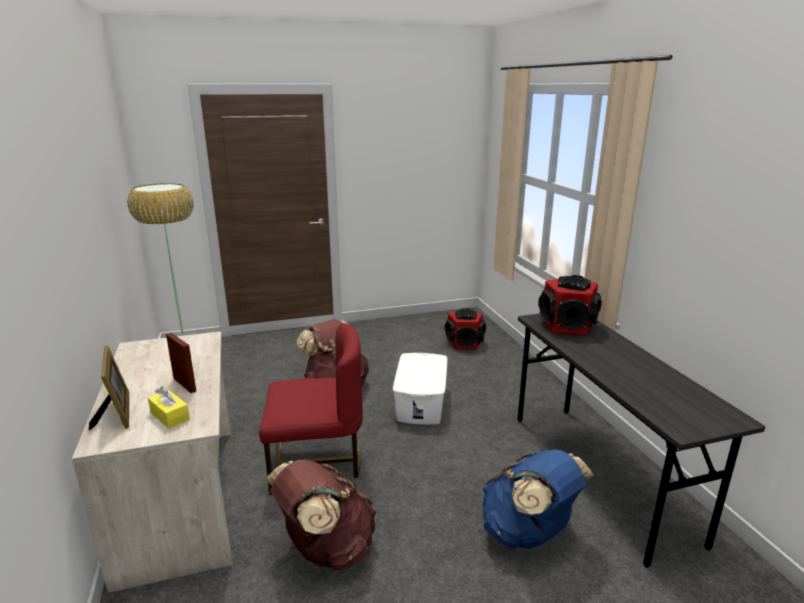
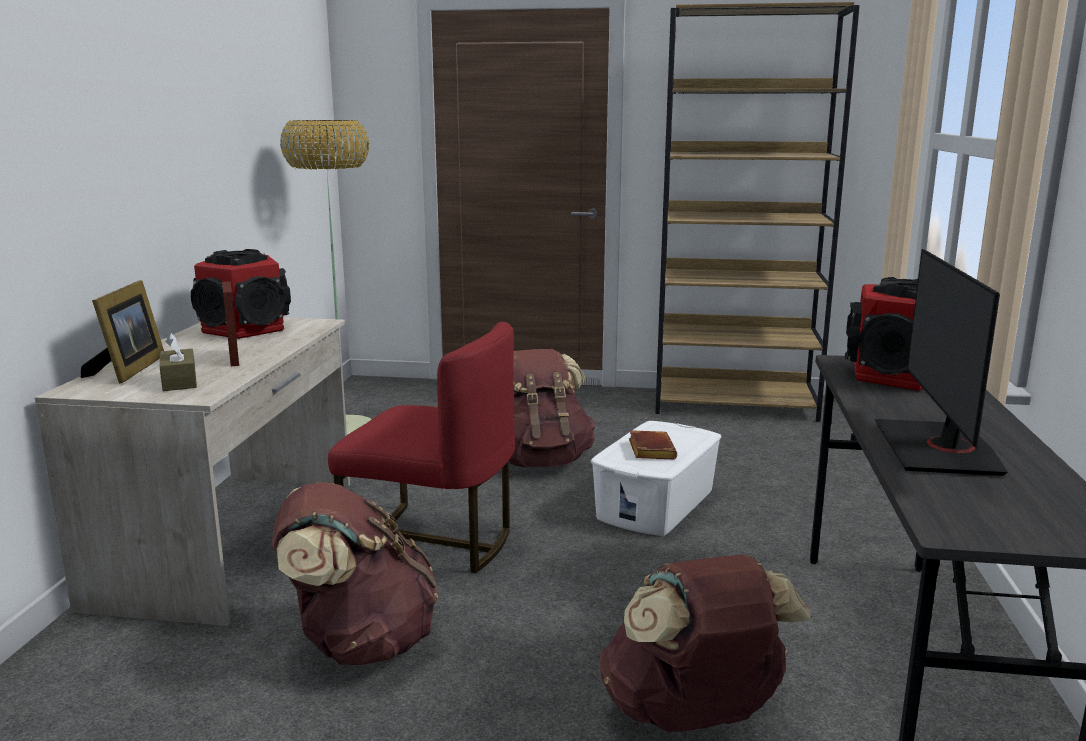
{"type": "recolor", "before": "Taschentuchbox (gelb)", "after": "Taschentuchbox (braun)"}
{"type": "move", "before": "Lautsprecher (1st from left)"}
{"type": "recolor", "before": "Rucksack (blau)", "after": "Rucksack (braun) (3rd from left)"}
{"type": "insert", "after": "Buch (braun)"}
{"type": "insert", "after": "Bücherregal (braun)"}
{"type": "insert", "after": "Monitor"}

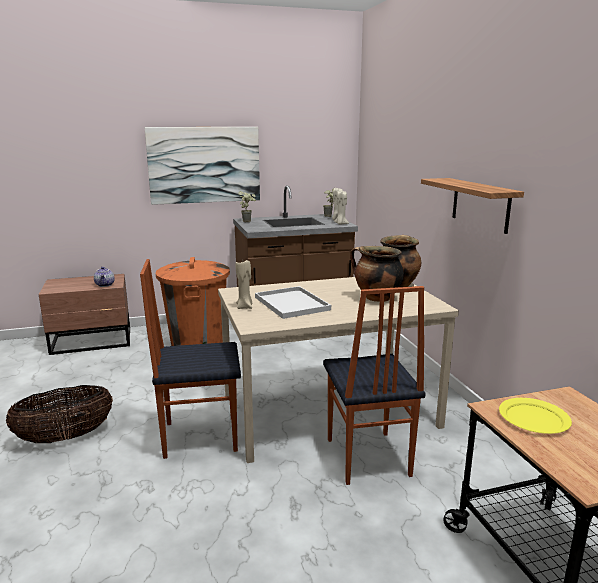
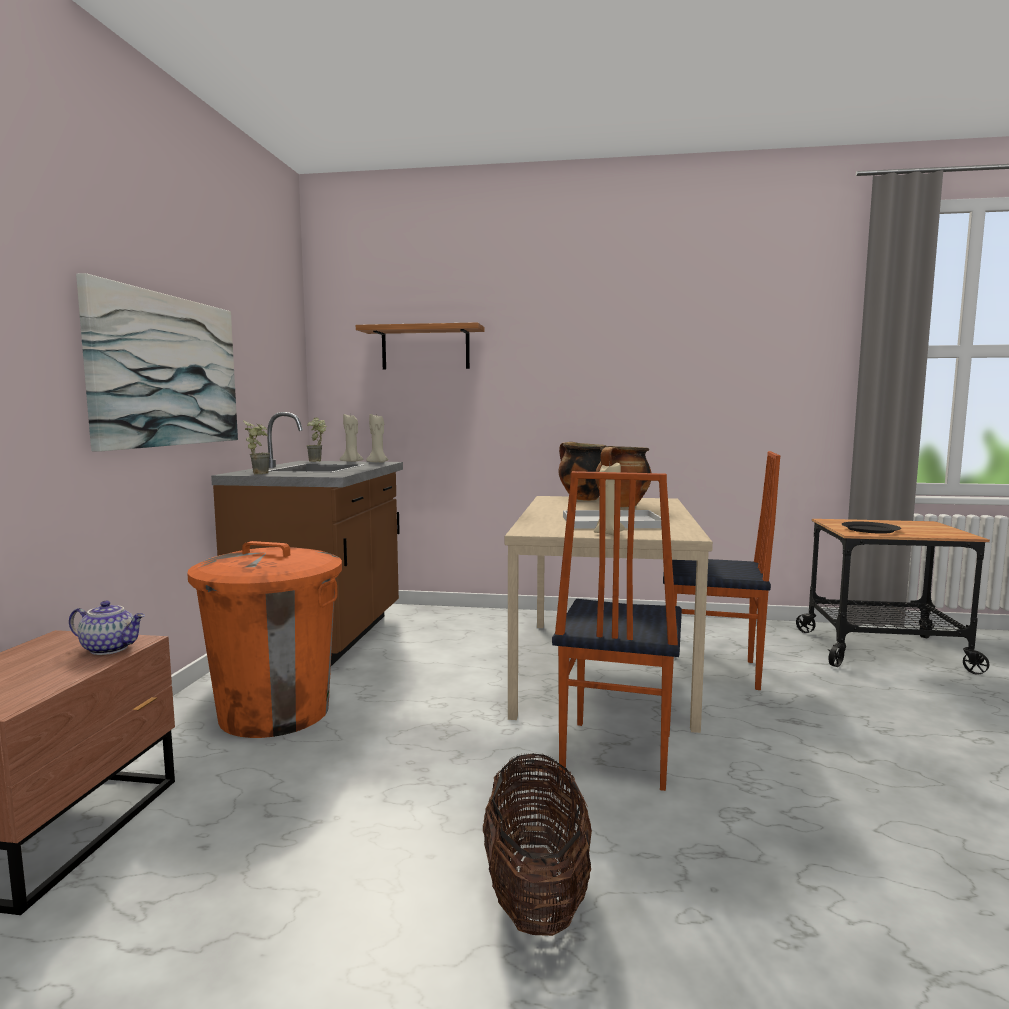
{"type": "move", "before": "Wandregal"}
{"type": "recolor", "before": "Teller (gelb)", "after": "Teller (schwarz)"}

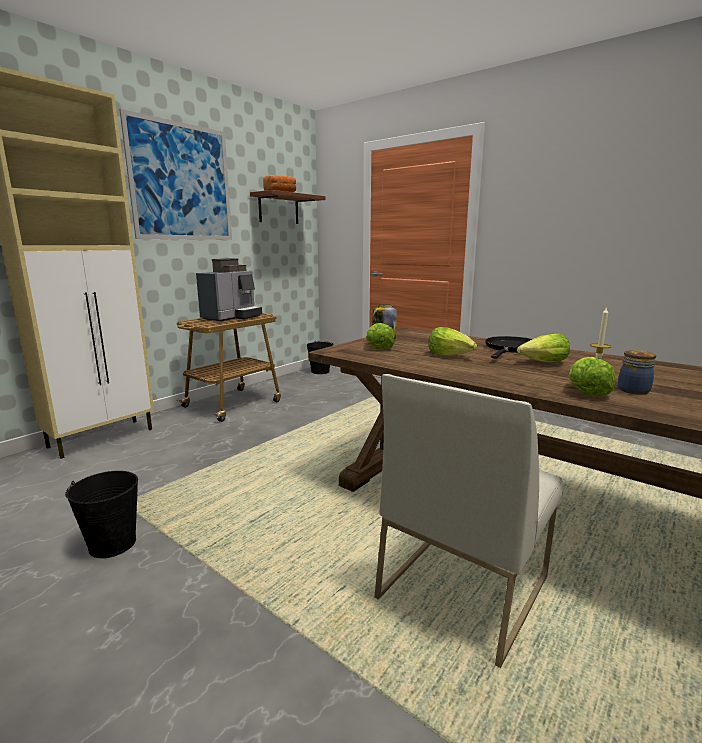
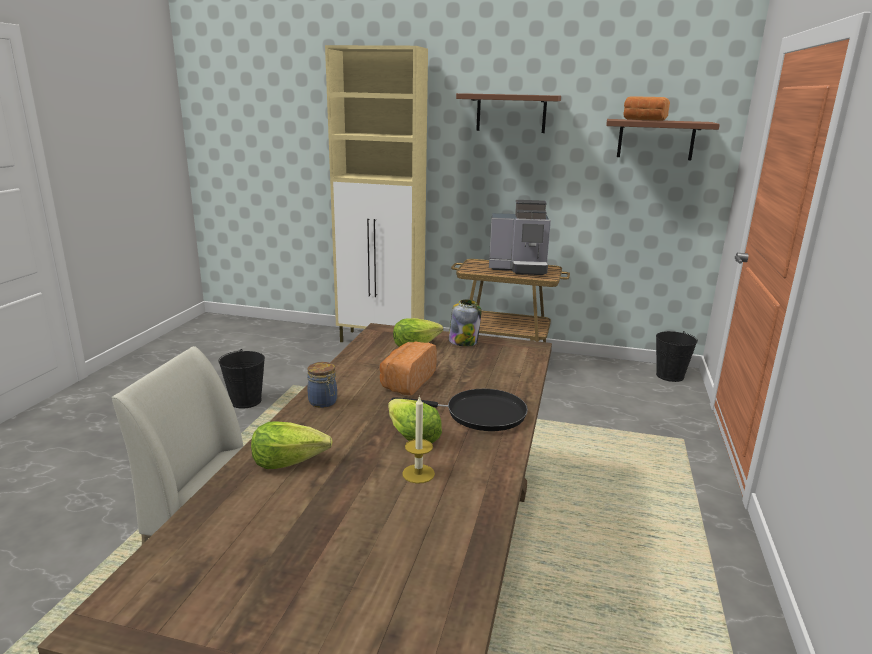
{"type": "replace", "before": "Bild", "after": "Wandregal (braun) (1st from left)"}
{"type": "replace", "before": "Salatkopf (2nd from left)", "after": "Brot (1st from left)"}
{"type": "move", "before": "Vorratsglas (2nd from left in the first image)", "after": "Vorratsglas (1st from left)"}

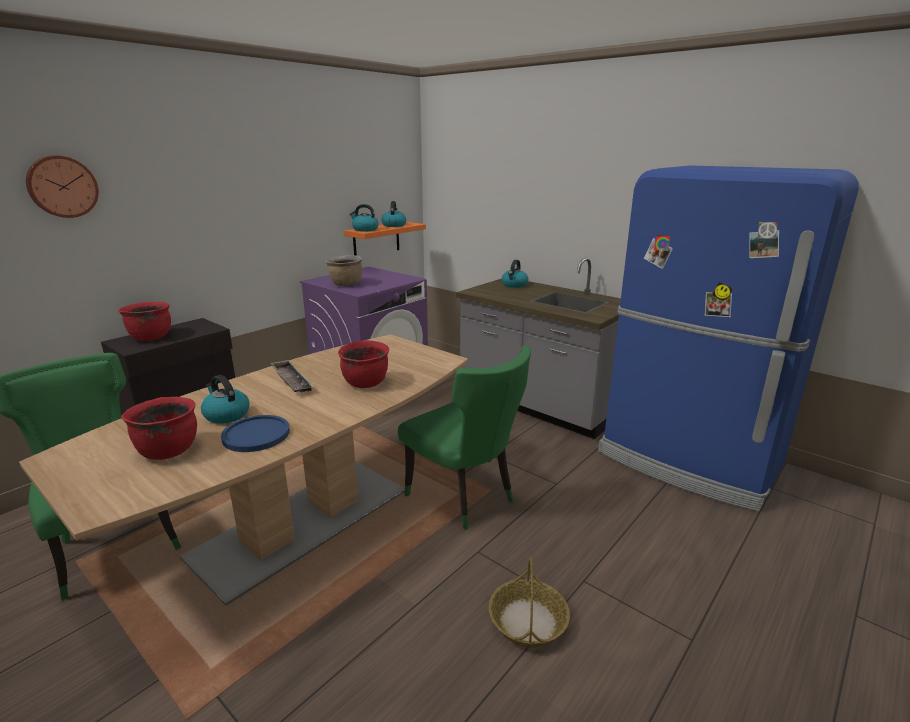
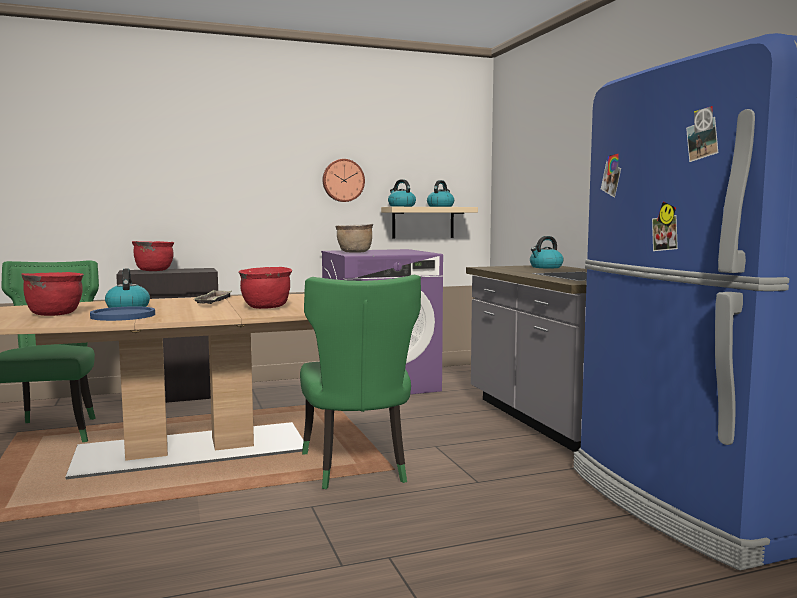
{"type": "move", "before": "Wanduhr"}
{"type": "recolor", "before": "Wandregal (orange)", "after": "Wandregal (beige)"}
{"type": "delete", "before": "Korb"}

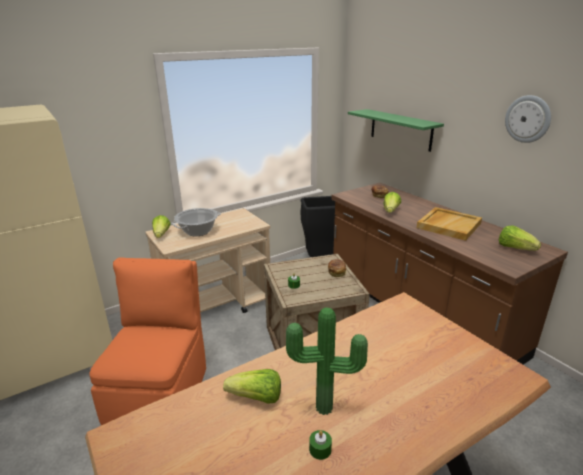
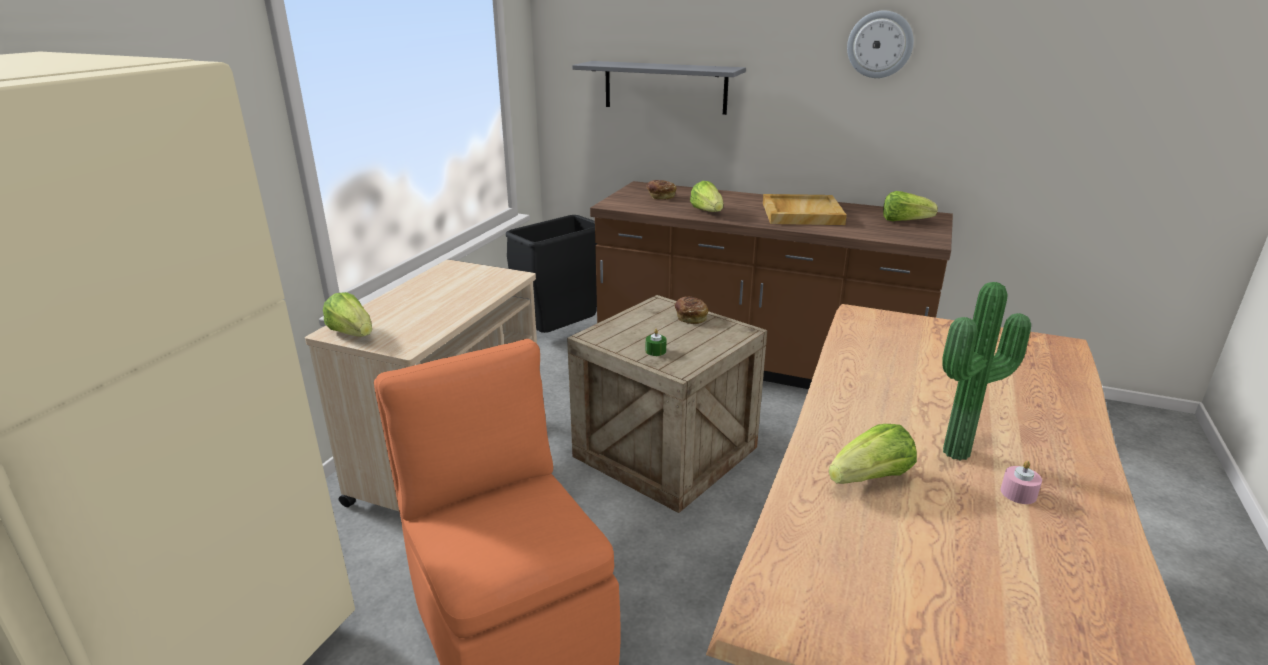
{"type": "delete", "before": "Kochtopf"}
{"type": "recolor", "before": "Kerze (grün) (2nd from left)", "after": "Kerze (rosa)"}
{"type": "recolor", "before": "Wandregal (grün)", "after": "Wandregal (grau)"}

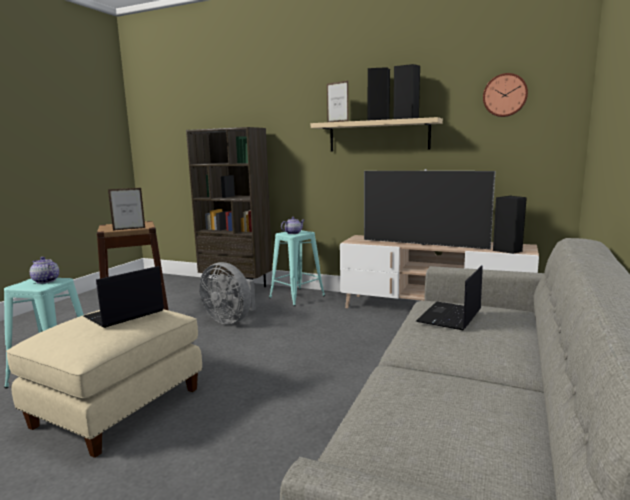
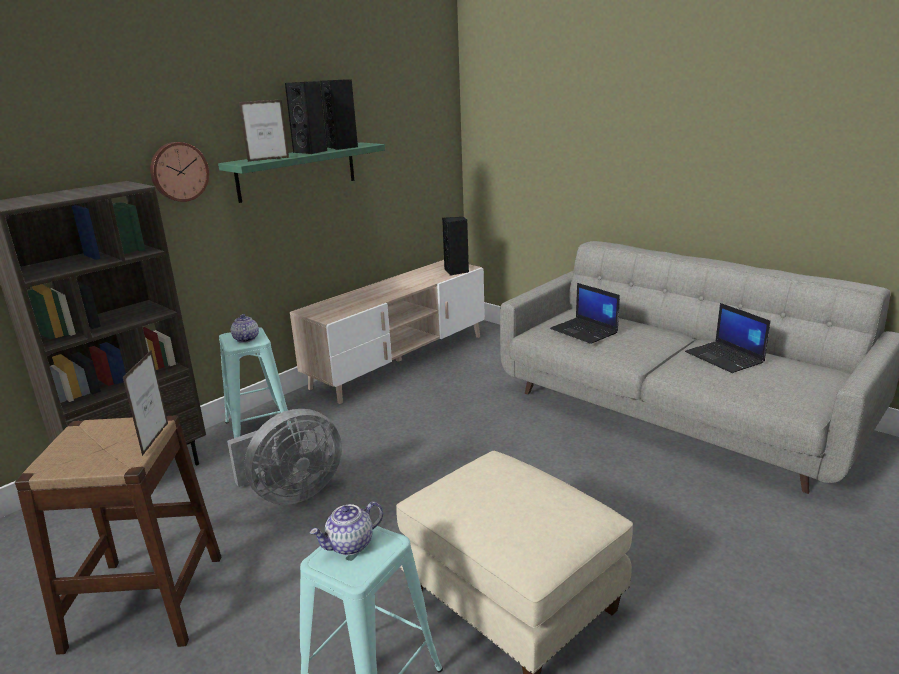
{"type": "move", "before": "Laptop (1st from left in the first image)", "after": "Laptop (2nd from left)"}
{"type": "recolor", "before": "Wandregal (beige)", "after": "Wandregal (grün)"}
{"type": "delete", "before": "Fernseher"}
{"type": "move", "before": "Wanduhr"}

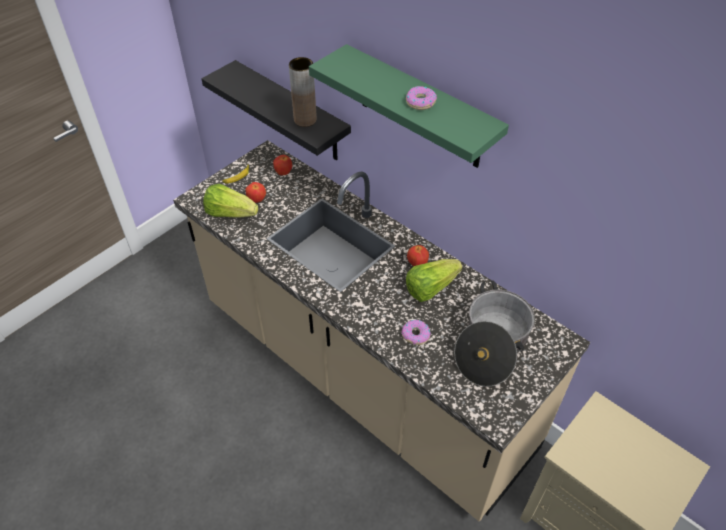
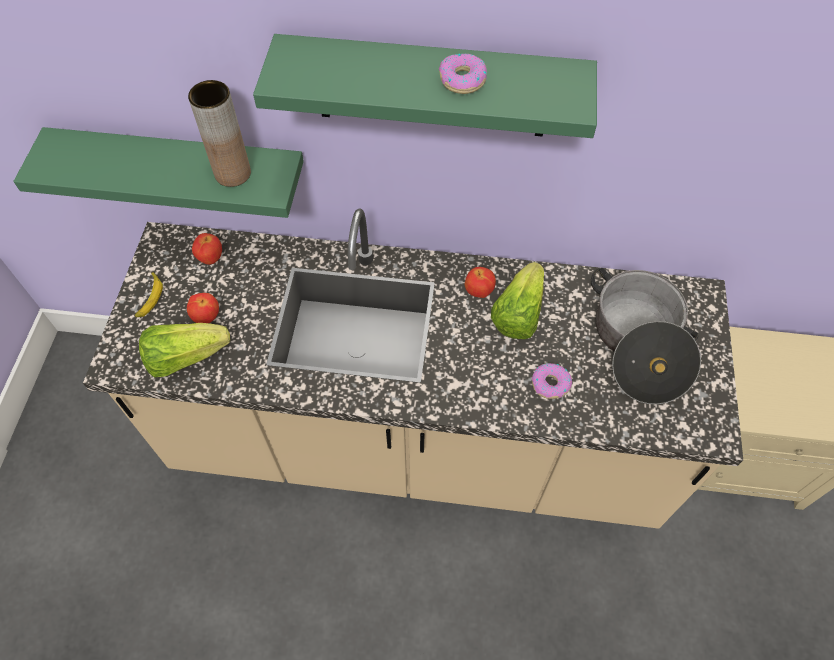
{"type": "recolor", "before": "Wandregal (schwarz)", "after": "Wandregal (grün) (1st from left)"}

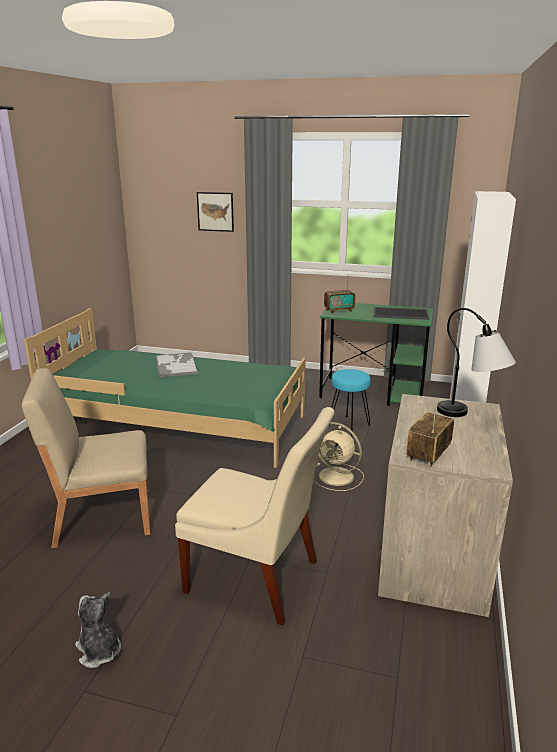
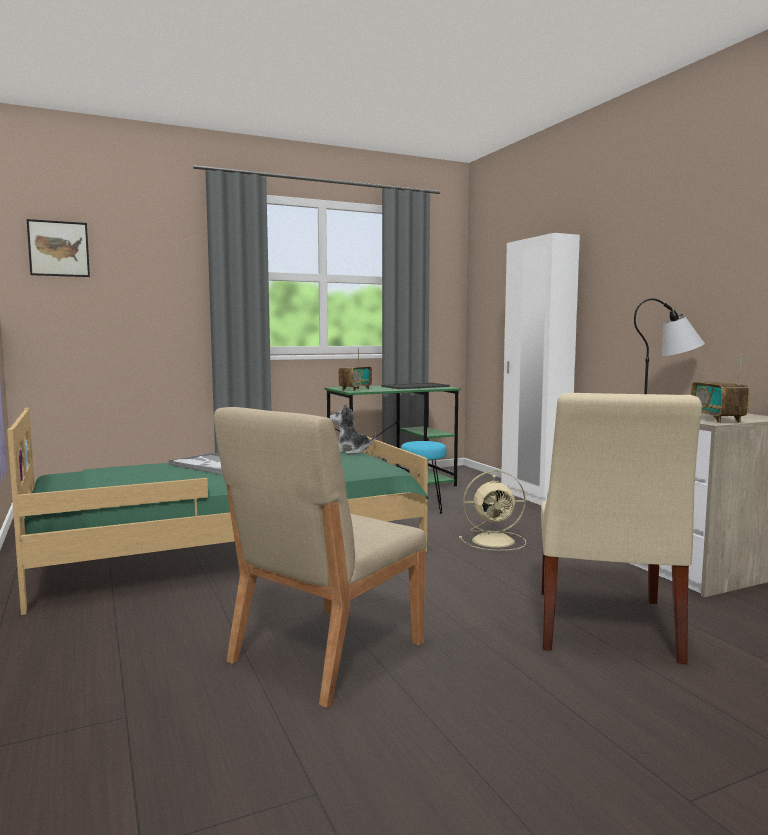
{"type": "move", "before": "Plüschtier"}
{"type": "rotate", "before": "Stuhl (beige) (2nd from left)", "turn": 120}
{"type": "move", "before": "Bild"}

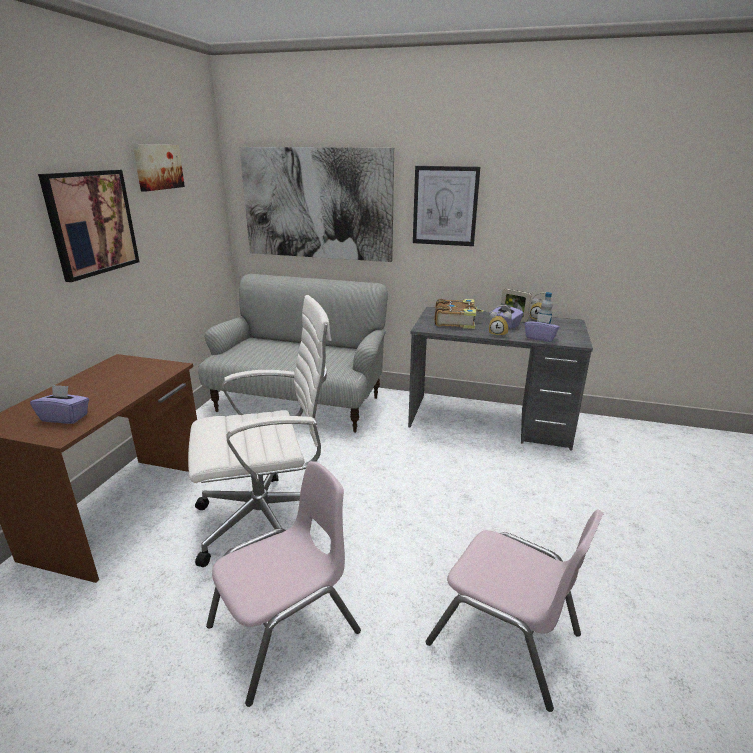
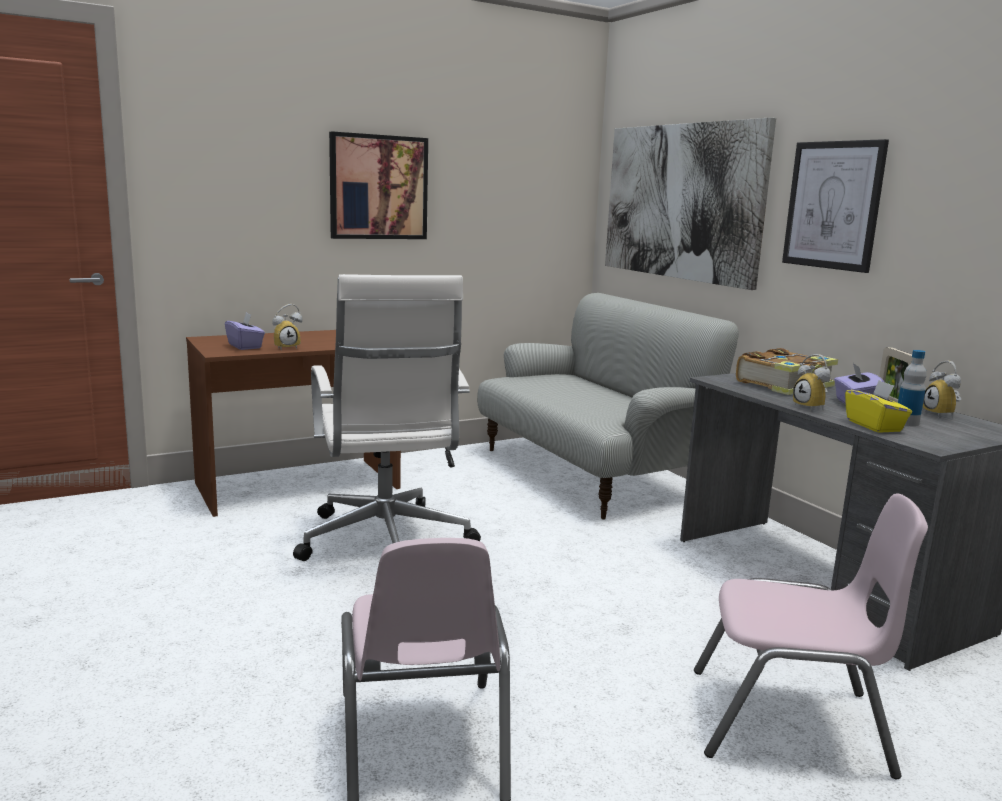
{"type": "delete", "before": "Bild (2nd from left)"}
{"type": "rotate", "before": "Bürostuhl (weiß)", "turn": 45}
{"type": "move", "before": "Stuhl (rosa) (1st from left in the first image)", "after": "Stuhl (rosa) (2nd from left)"}
{"type": "recolor", "before": "Taschentuchbox (lila) (3rd from left)", "after": "Taschentuchbox (gelb)"}
{"type": "insert", "after": "Wecker (1st from left)"}

